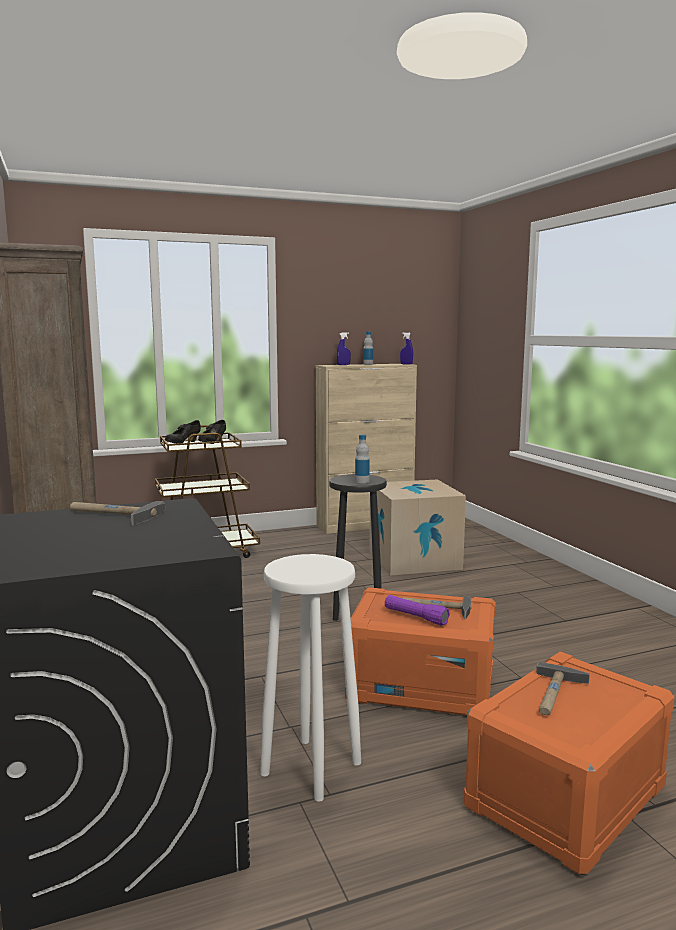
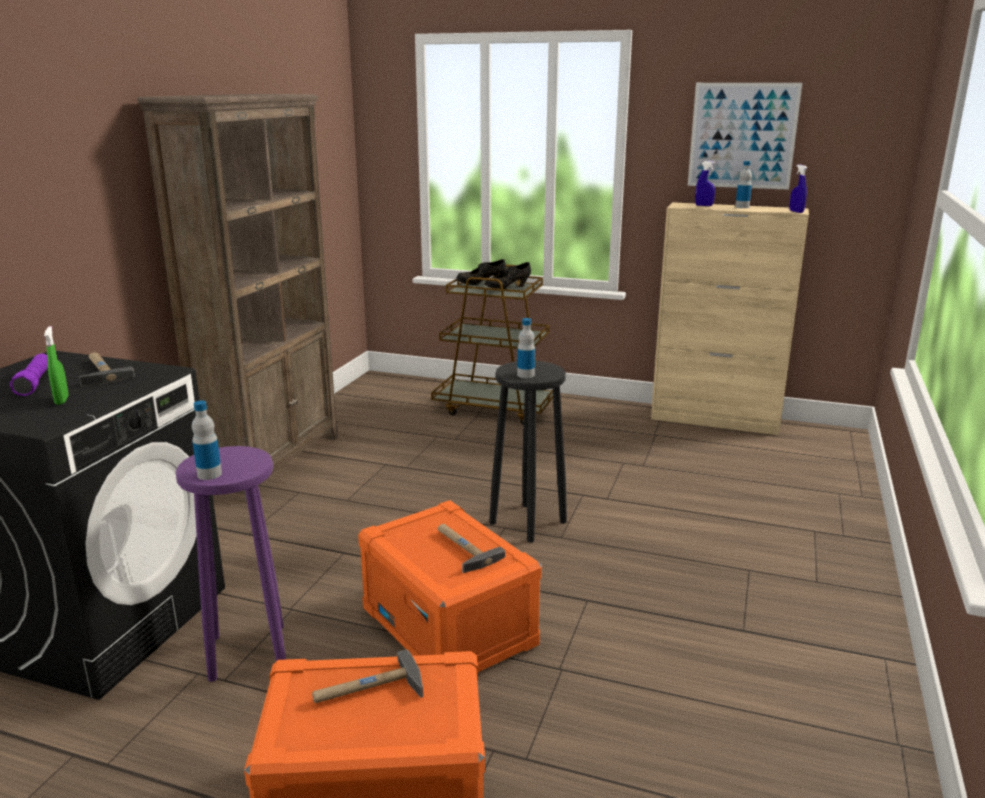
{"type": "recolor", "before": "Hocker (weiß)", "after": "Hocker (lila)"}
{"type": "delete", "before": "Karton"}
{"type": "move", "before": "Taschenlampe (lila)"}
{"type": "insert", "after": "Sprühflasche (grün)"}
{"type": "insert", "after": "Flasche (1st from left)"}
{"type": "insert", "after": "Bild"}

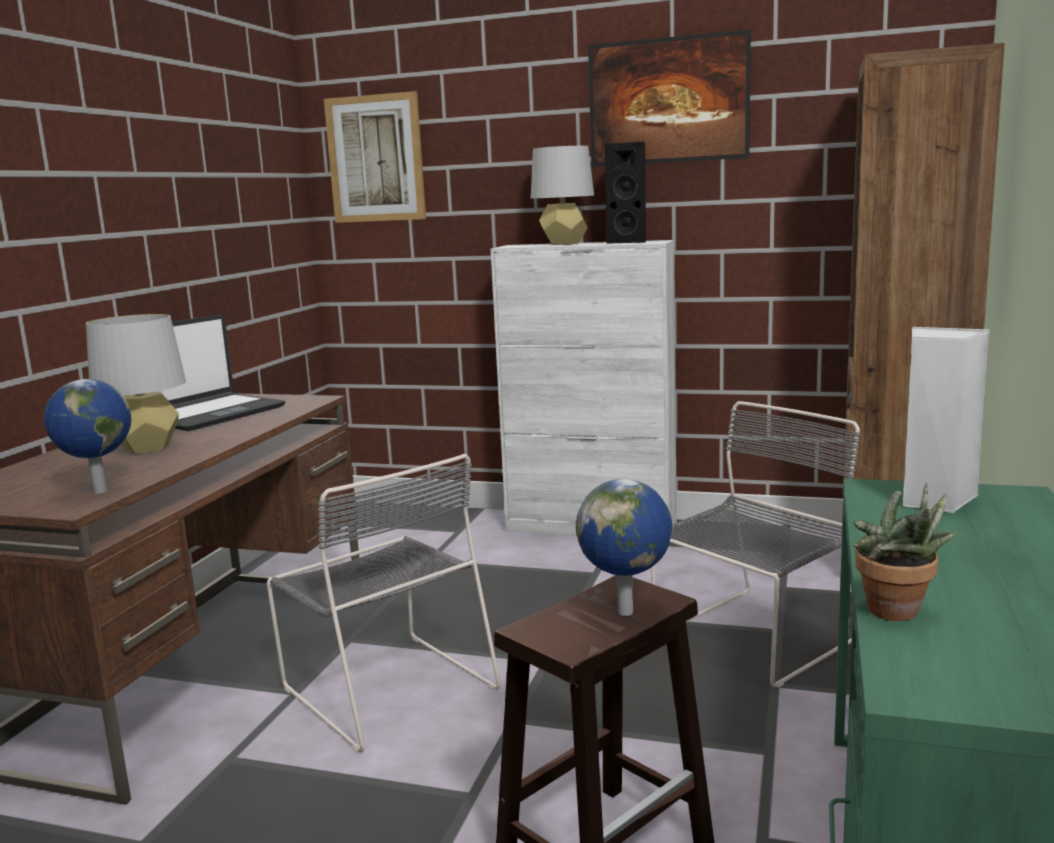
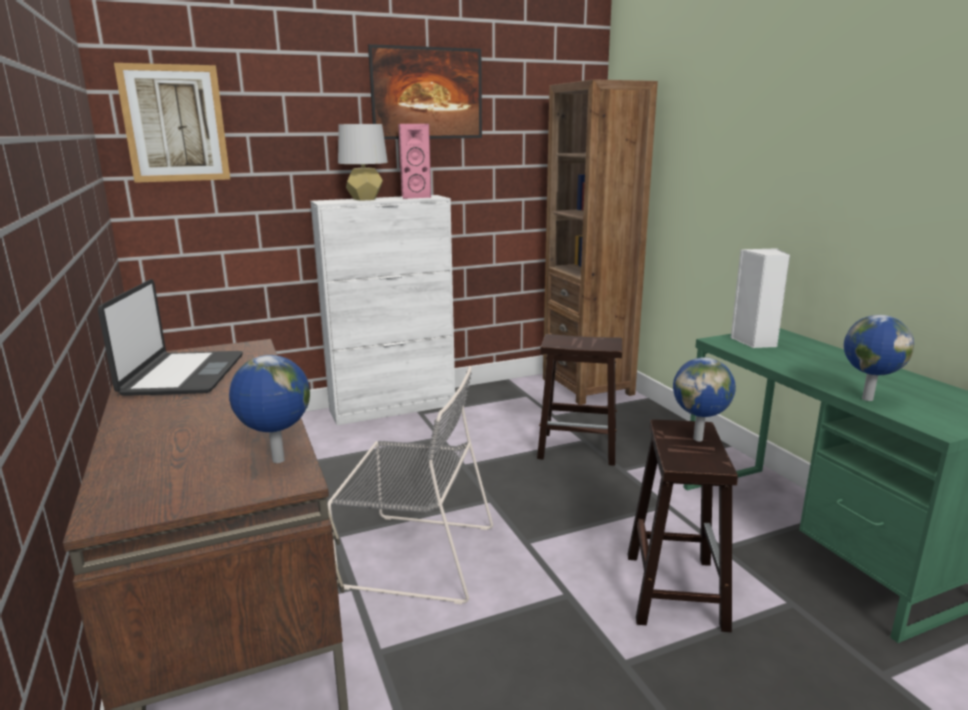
{"type": "delete", "before": "Tischlampe (grau) (1st from left)"}
{"type": "recolor", "before": "Lautsprecher (schwarz)", "after": "Lautsprecher (rosa)"}
{"type": "replace", "before": "Stuhl (grau) (2nd from left)", "after": "Hocker (braun) (1st from left)"}
{"type": "replace", "before": "Topfpflanze", "after": "Globus (3rd from left)"}

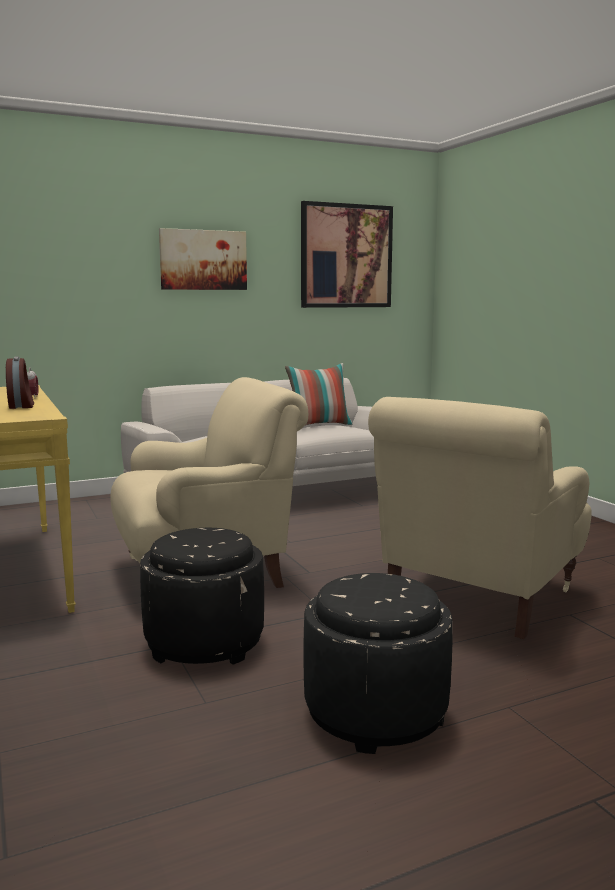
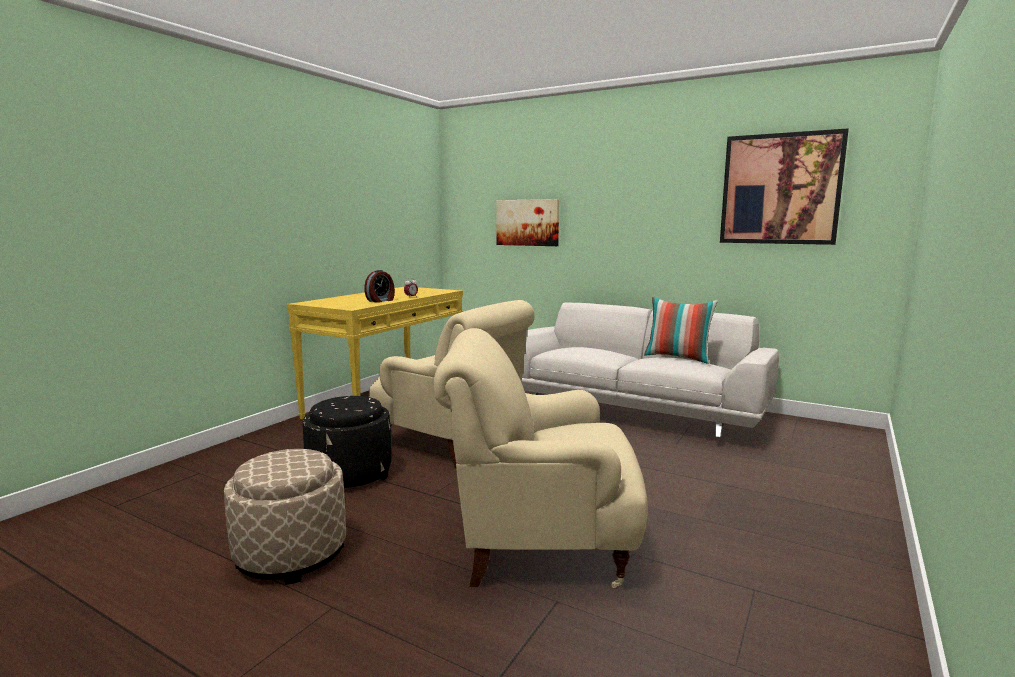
{"type": "move", "before": "Bild (1st from left)"}
{"type": "recolor", "before": "Polsterhocker (schwarz) (2nd from left)", "after": "Polsterhocker (beige)"}

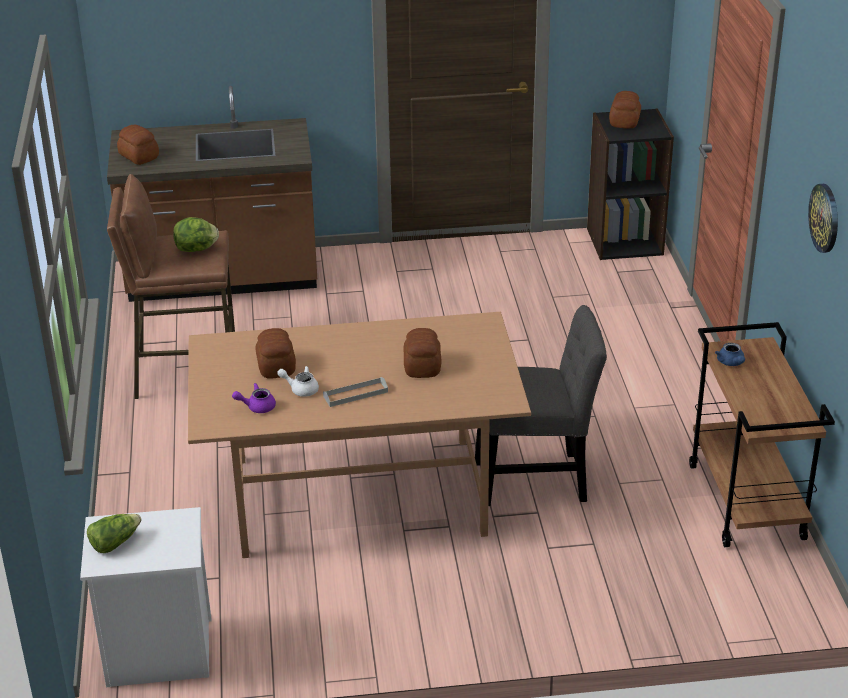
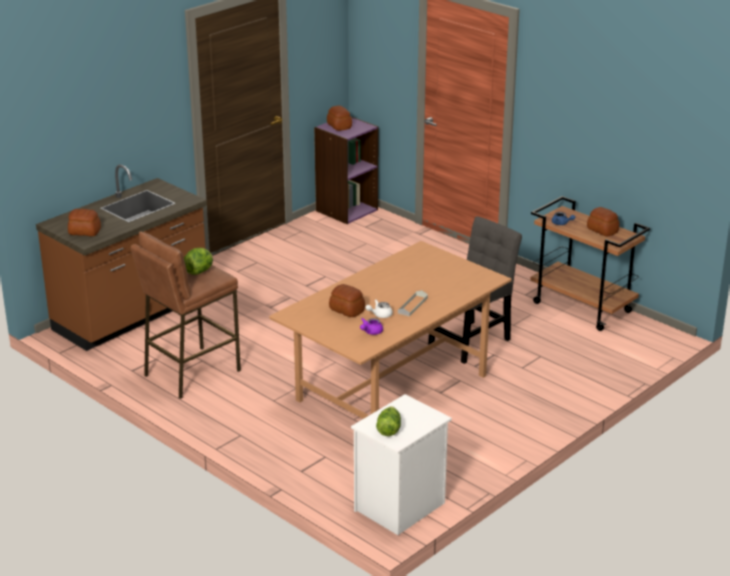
{"type": "move", "before": "Brot (3rd from left in the first image)", "after": "Brot (4th from left)"}
{"type": "recolor", "before": "Bücherregal (schwarz)", "after": "Bücherregal (lila)"}
{"type": "delete", "before": "Wanduhr"}

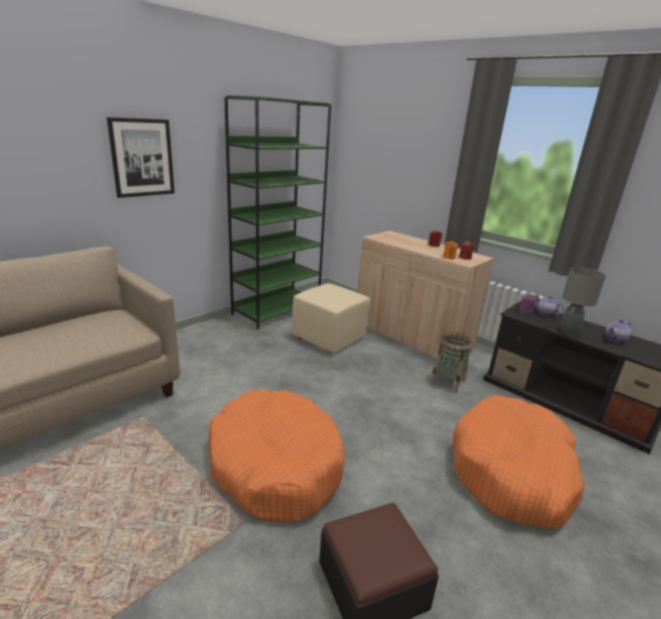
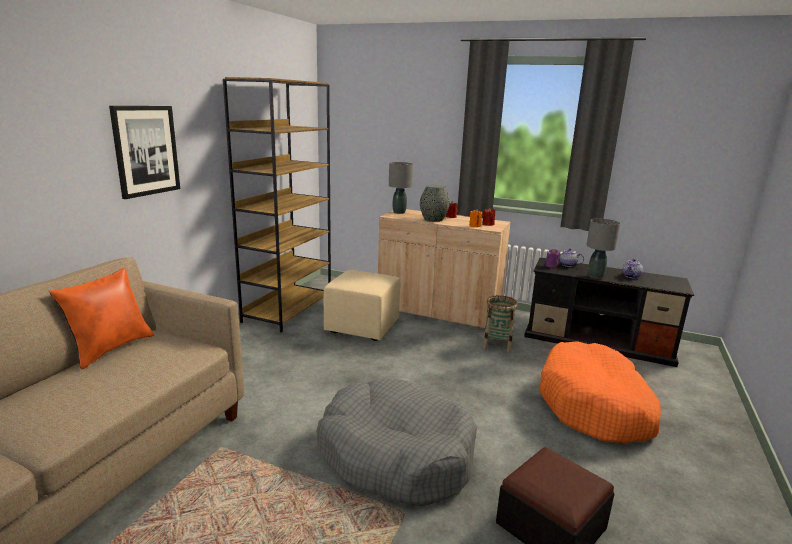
{"type": "recolor", "before": "Hundebett (orange) (1st from left)", "after": "Hundebett (grau)"}
{"type": "recolor", "before": "Bücherregal (grün)", "after": "Bücherregal (braun)"}
{"type": "insert", "after": "Kissen (orange)"}
{"type": "insert", "after": "Tischlampe (grau) (1st from left)"}
{"type": "insert", "after": "Vase (grau)"}

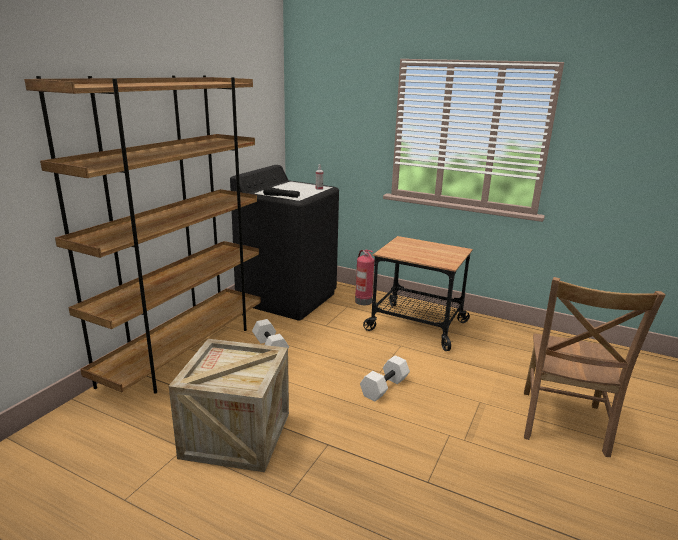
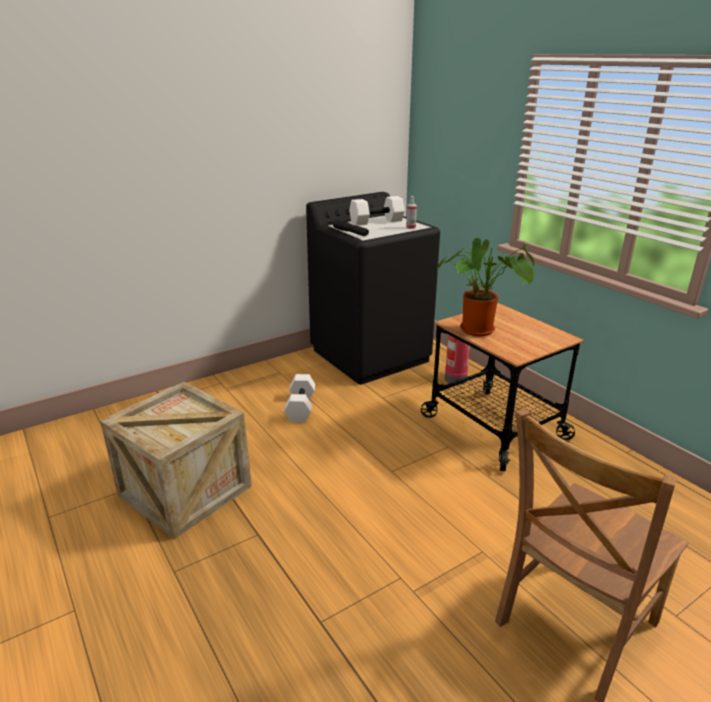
{"type": "delete", "before": "Bücherregal (braun)"}
{"type": "move", "before": "Hantel (weiß) (2nd from left)"}
{"type": "insert", "after": "Topfpflanze"}

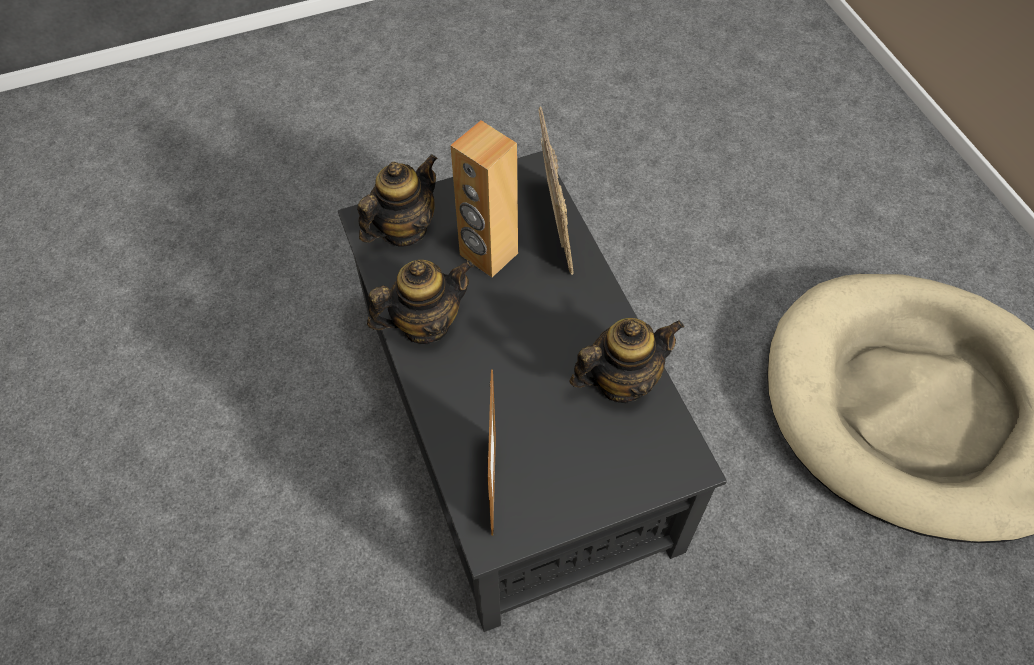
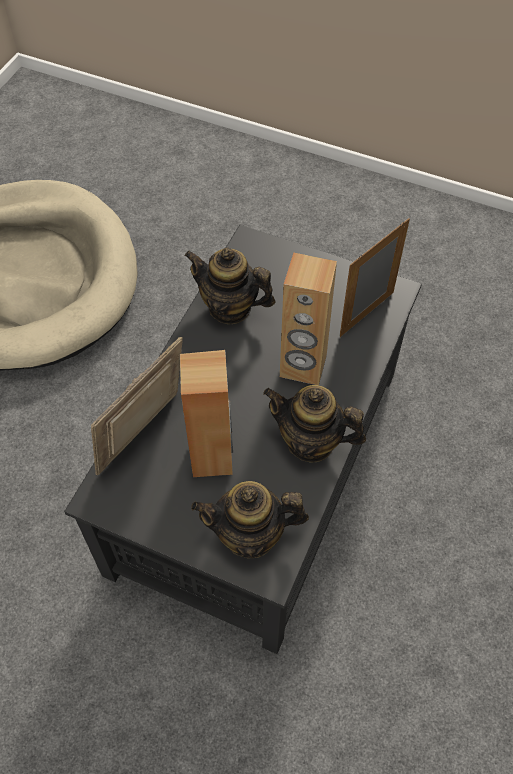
{"type": "insert", "after": "Lautsprecher (braun) (2nd from left)"}

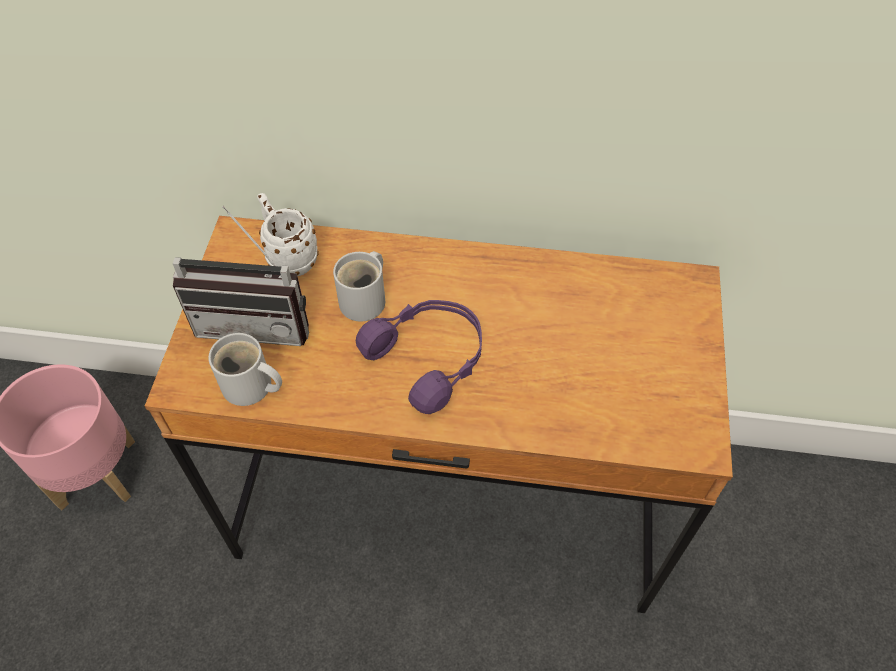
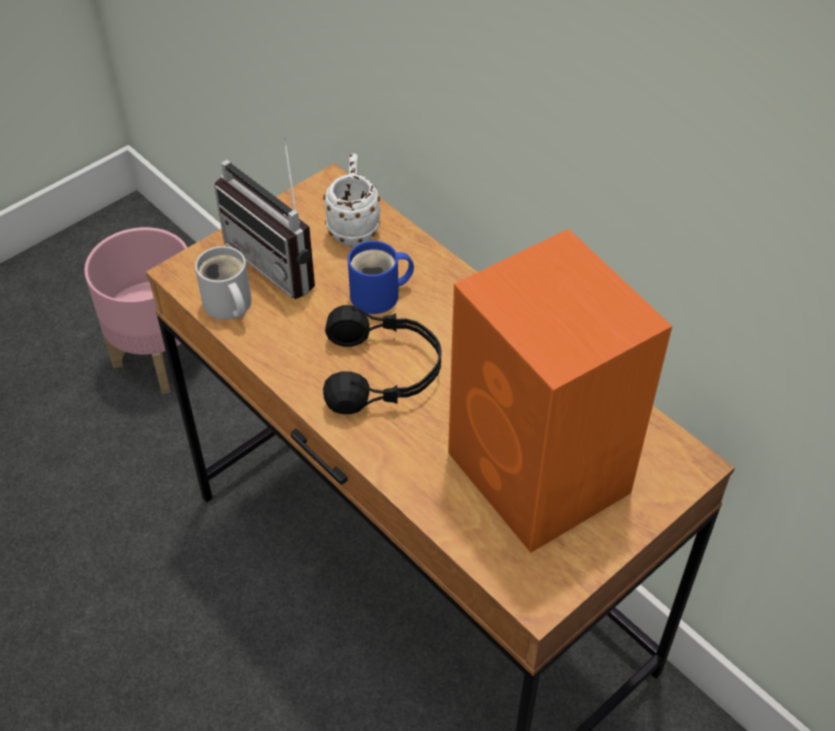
{"type": "recolor", "before": "Henkelbecher (weiß) (3rd from left)", "after": "Henkelbecher (blau)"}
{"type": "recolor", "before": "Kopfhörer (lila)", "after": "Kopfhörer (schwarz)"}
{"type": "insert", "after": "Lautsprecher (orange)"}

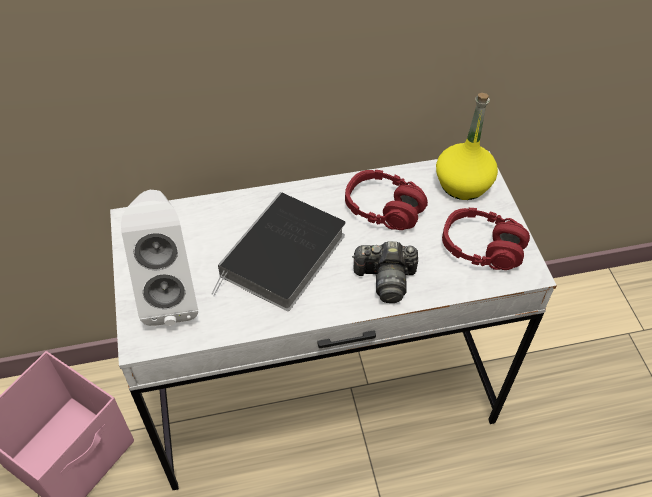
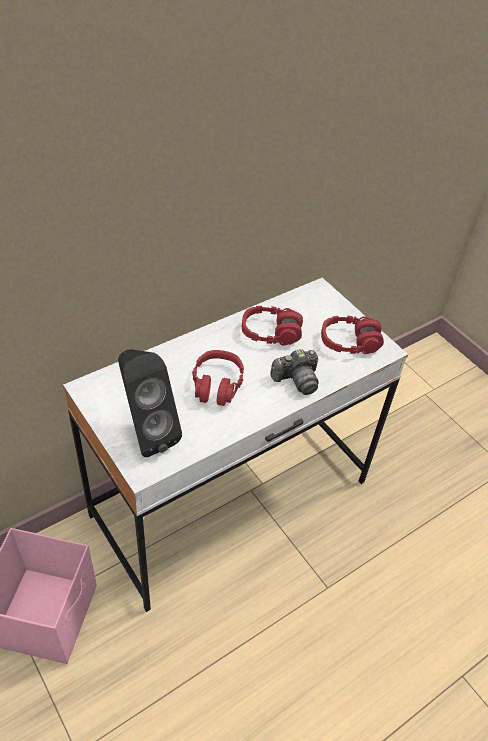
{"type": "recolor", "before": "Lautsprecher (weiß)", "after": "Lautsprecher (schwarz)"}
{"type": "replace", "before": "Buch", "after": "Kopfhörer (rot) (1st from left)"}
{"type": "delete", "before": "Flasche (gelb)"}

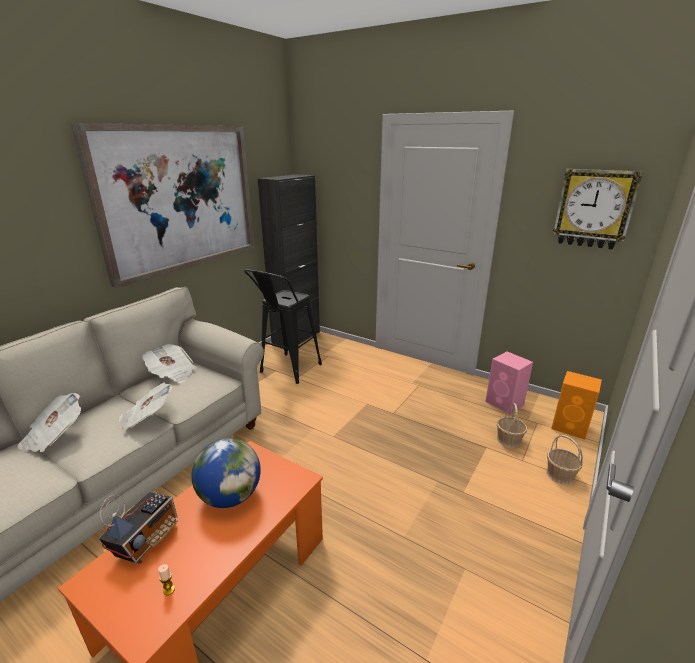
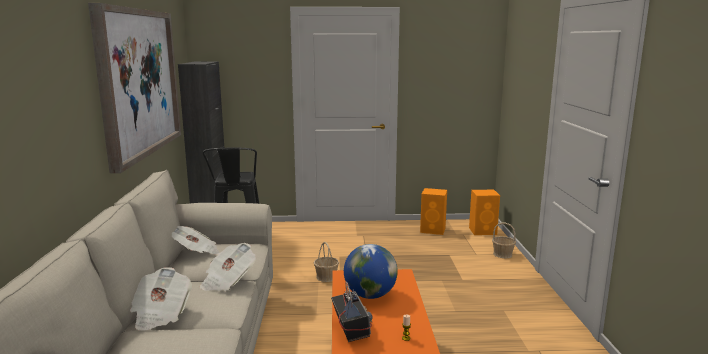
{"type": "recolor", "before": "Lautsprecher (rosa)", "after": "Lautsprecher (orange) (1st from left)"}
{"type": "move", "before": "Korb (1st from left)"}
{"type": "delete", "before": "Wanduhr"}

